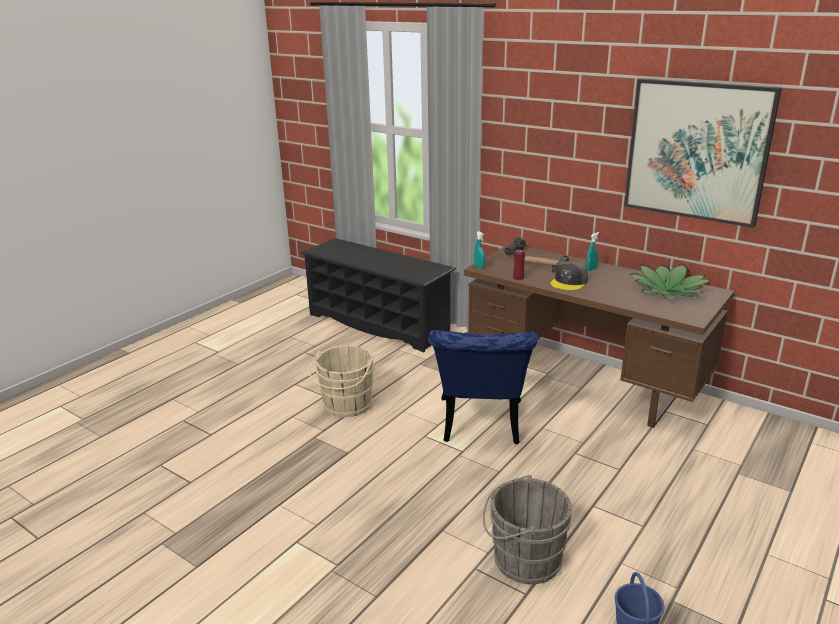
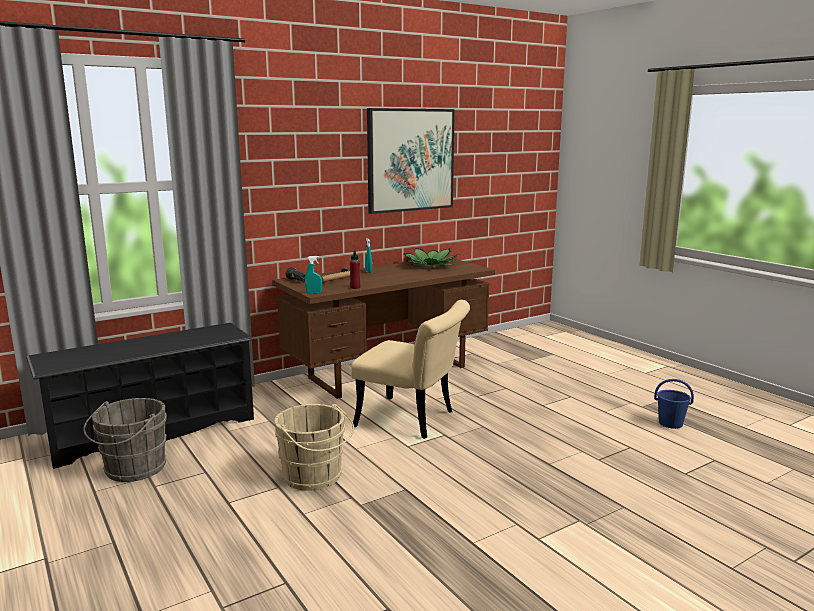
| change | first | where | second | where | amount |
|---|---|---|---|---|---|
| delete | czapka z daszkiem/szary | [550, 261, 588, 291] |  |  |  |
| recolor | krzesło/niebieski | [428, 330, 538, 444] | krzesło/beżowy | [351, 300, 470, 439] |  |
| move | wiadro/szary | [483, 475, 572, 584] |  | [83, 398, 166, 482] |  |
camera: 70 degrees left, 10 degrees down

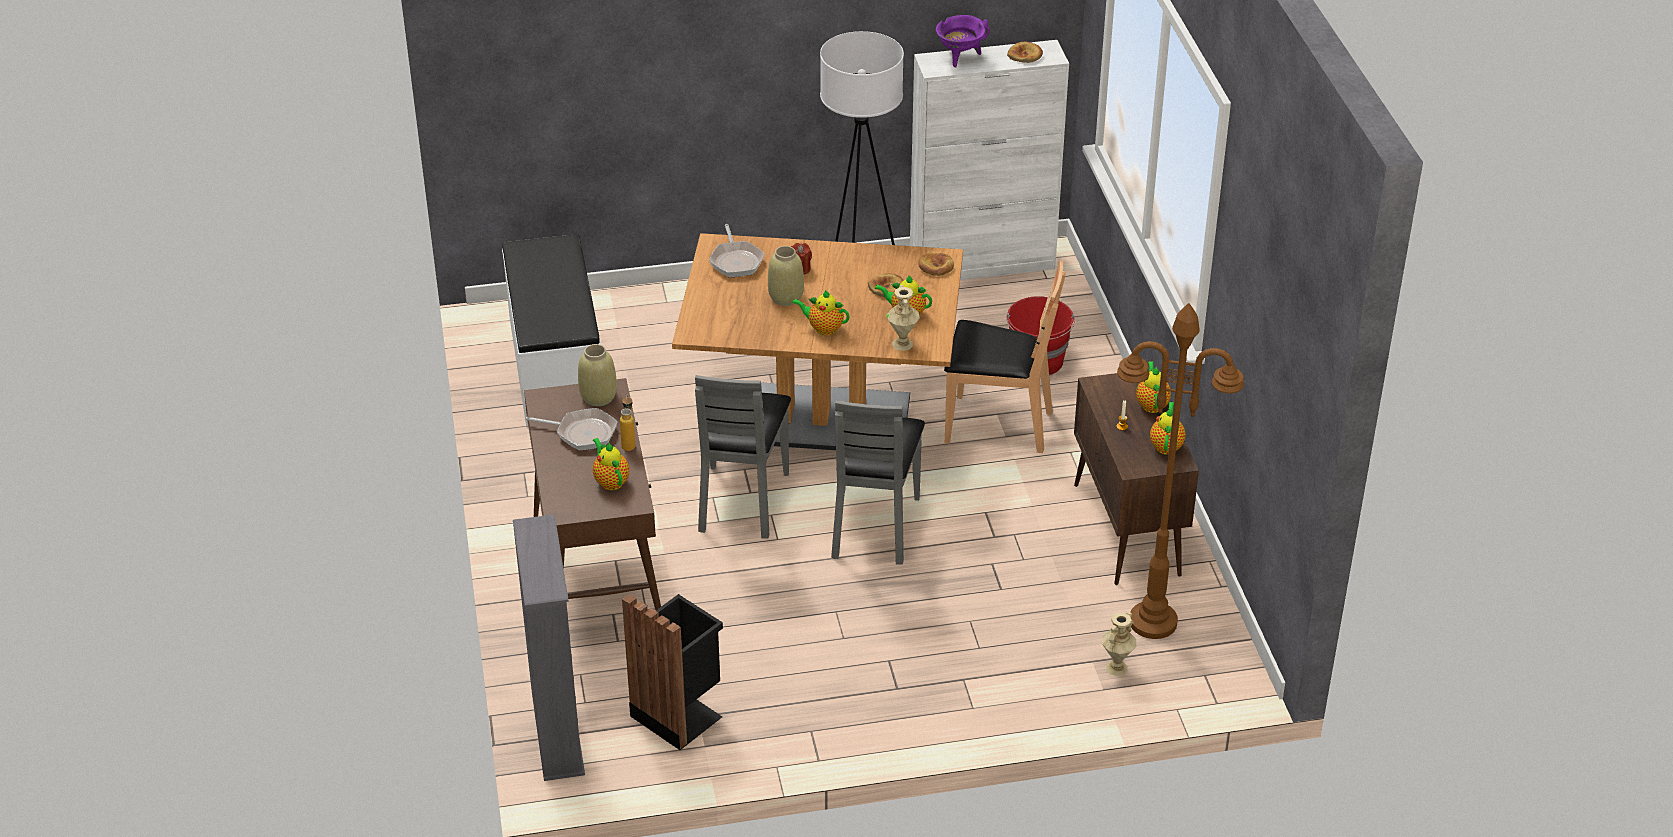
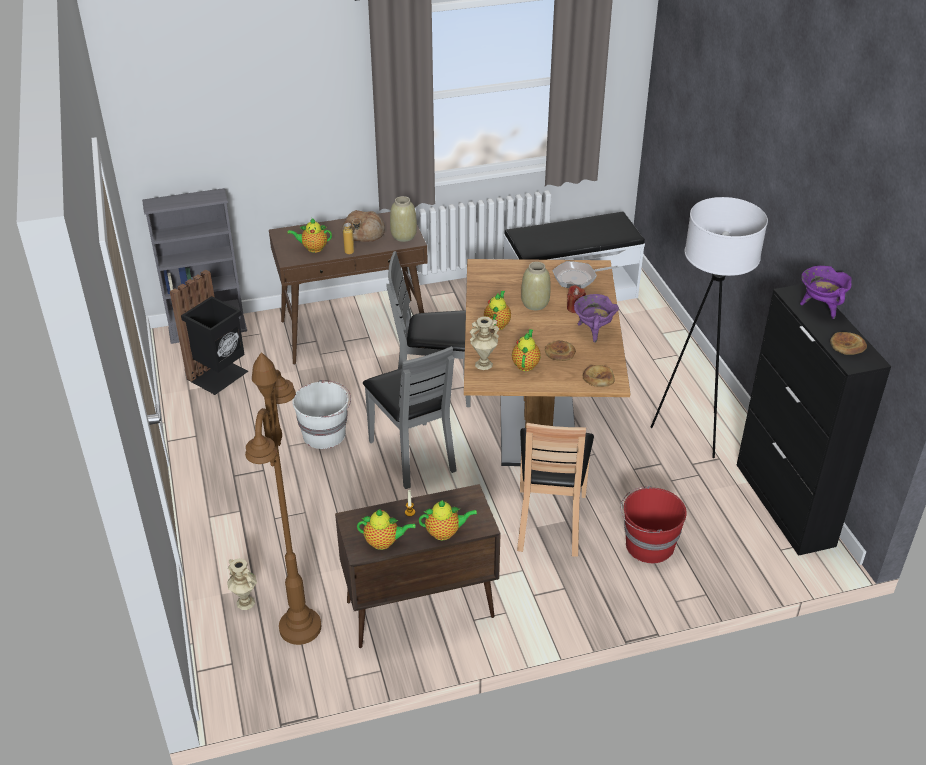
| change | first | where | second | where | amount |
|---|---|---|---|---|---|
| recolor | szafka/biały | [910, 40, 1069, 280] | szafka/czarny | [737, 284, 891, 556] |  |
| rotate | krzesło/szary | [831, 400, 925, 565] |  | [363, 346, 457, 489] | 120 degrees counterclockwise |
| replace | patelnia | [526, 408, 617, 451] | chleb | [342, 210, 385, 242] |  |
| rotate | imbryk | [593, 438, 629, 490] |  | [287, 218, 332, 253] | 150 degrees counterclockwise |
| insert |  |  | garnek/fioletowy | [574, 294, 619, 343] |  |
| insert |  |  | wiadro/biały | [292, 380, 351, 449] |  |
camera: 85 degrees right, 0 degrees up

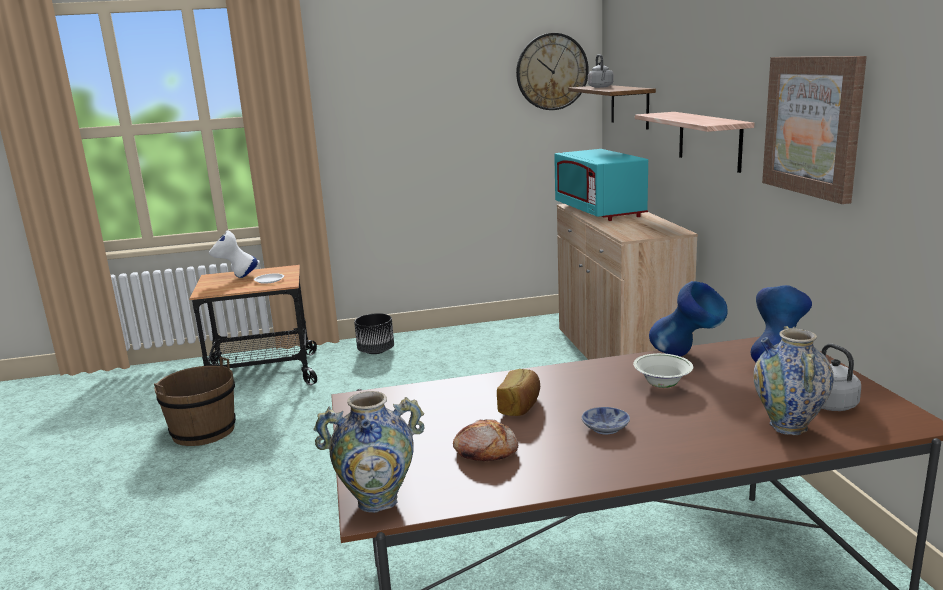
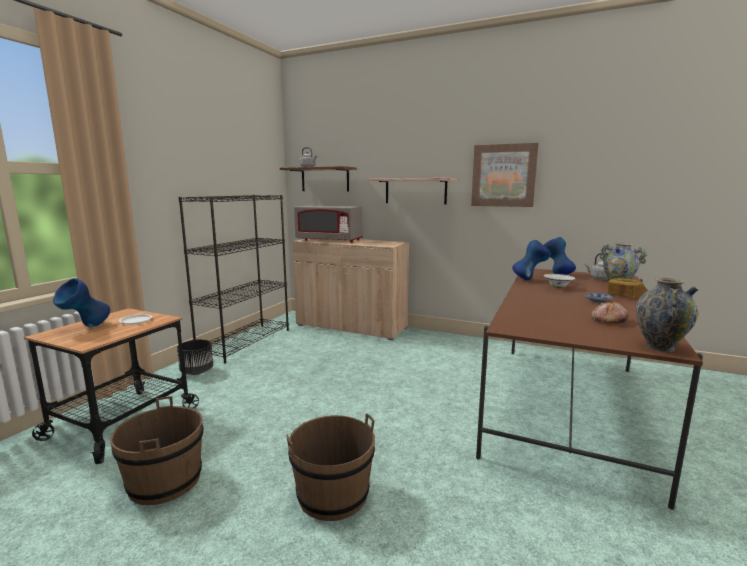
| change | first | where | second | where | amount |
|---|---|---|---|---|---|
| delete | zegar ścienny | [516, 33, 589, 110] |  |  |  |
| recolor | mikrofalówka/turkusowy | [554, 149, 648, 221] | mikrofalówka/szary | [294, 205, 363, 243] |  |
| recolor | wazon/biały | [209, 230, 258, 278] | wazon/niebieski | [53, 278, 110, 327] |  |
| move | chleb | [497, 369, 540, 416] |  | [608, 278, 645, 298] |  |
| insert |  |  | regał/czarny | [178, 195, 289, 363] |  |
| insert |  |  | wiadro/brązowy | [286, 413, 375, 521] |  |
camera: 55 degrees left, 5 degrees down

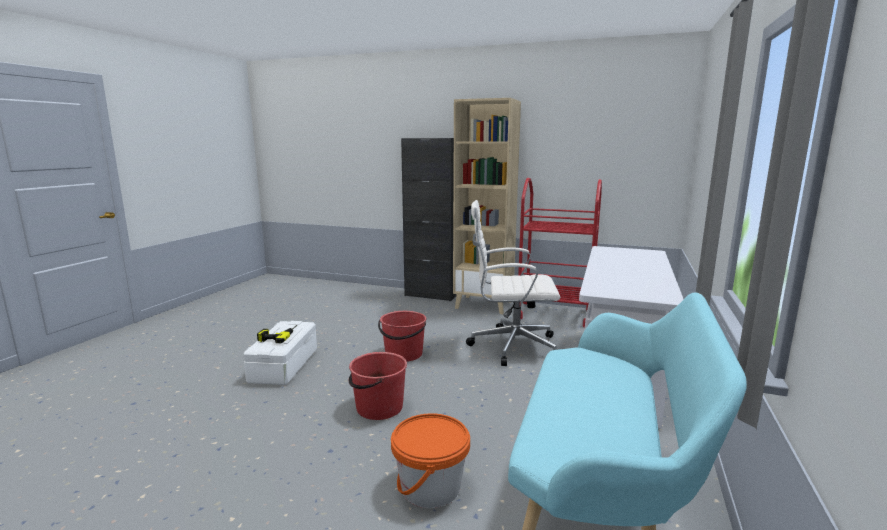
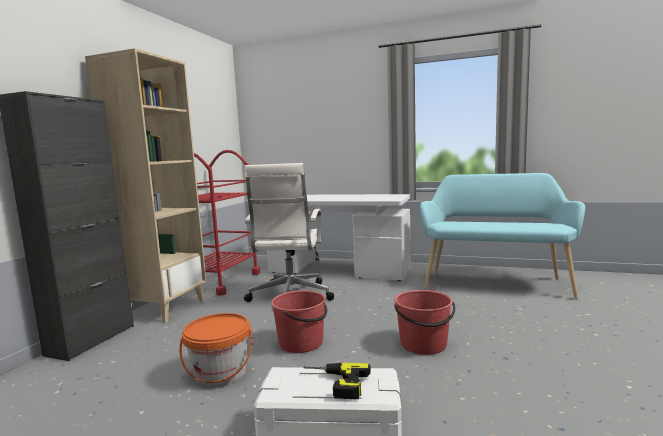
| change | first | where | second | where | amount |
|---|---|---|---|---|---|
| move | wiadro/pomarańczowy | [391, 413, 470, 508] |  | [179, 313, 253, 387] |  |
camera: 90 degrees left, 5 degrees down

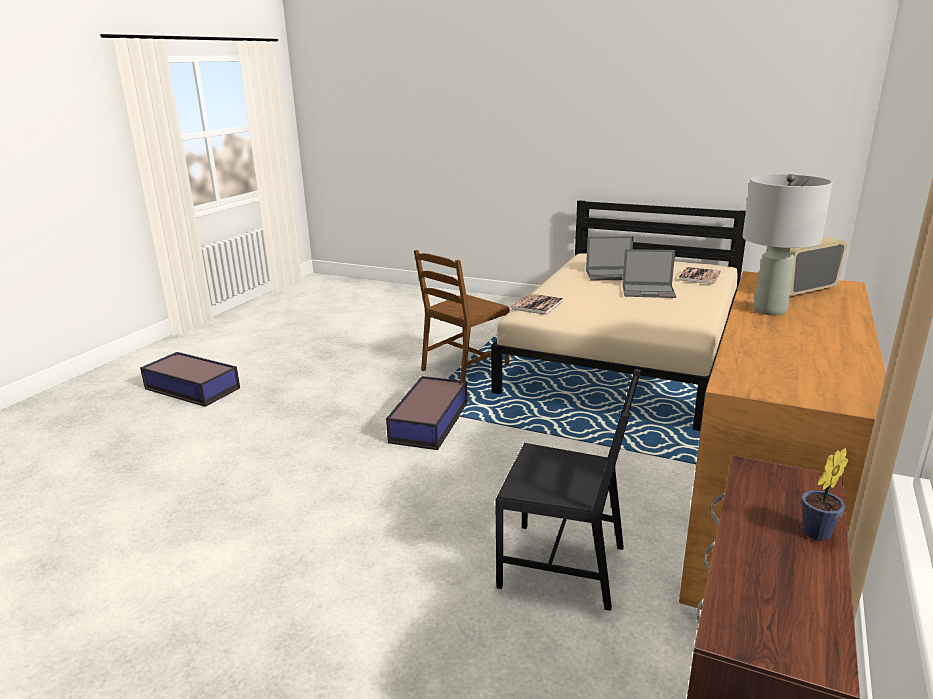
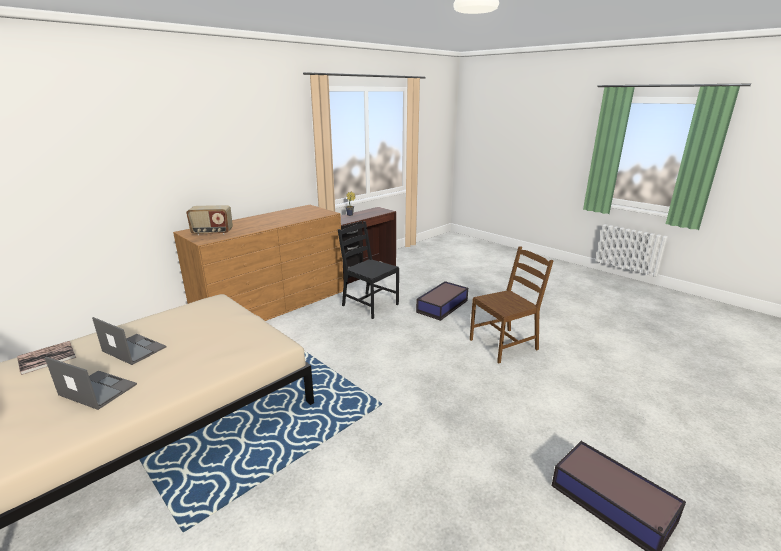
| change | first | where | second | where | amount |
|---|---|---|---|---|---|
| delete | lampa stołowa/szary | [742, 174, 833, 316] |  |  |  |
| move | krzesło/brązowy | [414, 250, 510, 381] |  | [470, 246, 553, 363] |  |
| delete | książka | [511, 294, 563, 315] |  |  |  |
| move | pojemnik do przechowywania | [386, 376, 467, 450] |  | [416, 281, 468, 321] |  |
camera: 160 degrees left, 0 degrees up

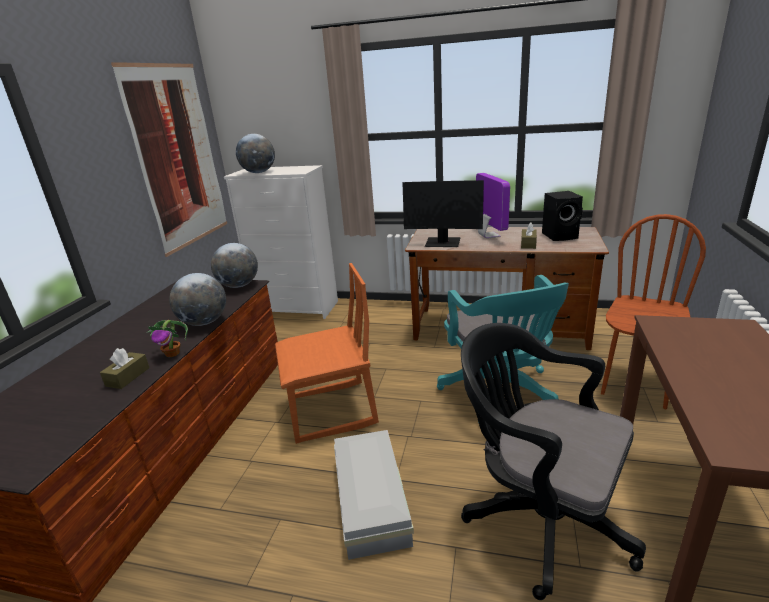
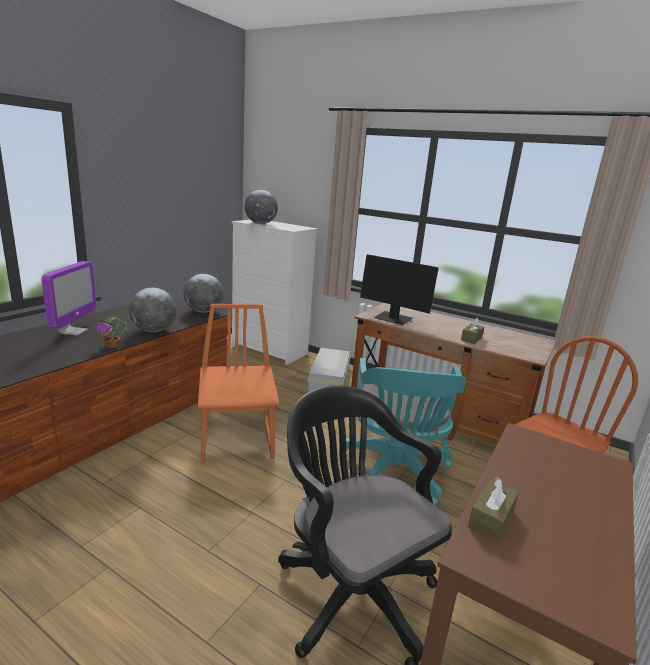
| change | first | where | second | where | amount |
|---|---|---|---|---|---|
| delete | obraz | [111, 62, 227, 257] |  |  |  |
| move | monitor | [476, 173, 510, 239] |  | [42, 261, 96, 336] |  |
| delete | głośnik/czarny | [542, 191, 583, 241] |  |  |  |
| rotate | krzesło/pomarańczowy | [275, 263, 379, 444] |  | [198, 304, 279, 464] | 105 degrees counterclockwise |
| move | pudełko chusteczek/brązowy | [100, 348, 150, 389] |  | [468, 477, 519, 542] |  |
| move | pojemnik do przechowywania/biały | [334, 430, 414, 560] |  | [308, 348, 351, 391] |  |
camera: 15 degrees right, 5 degrees down

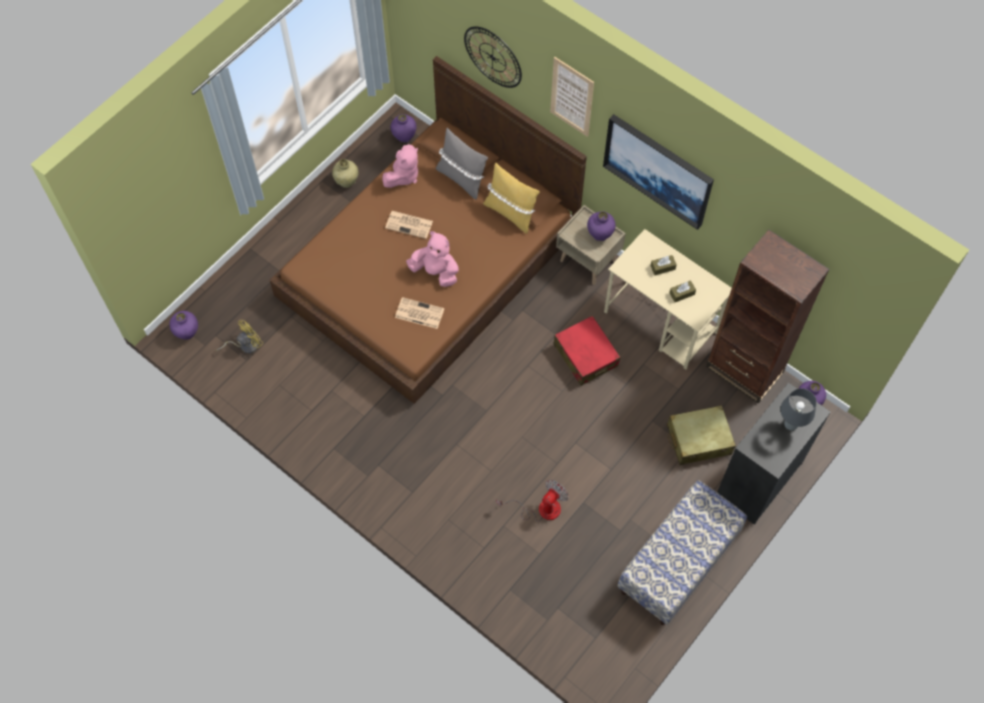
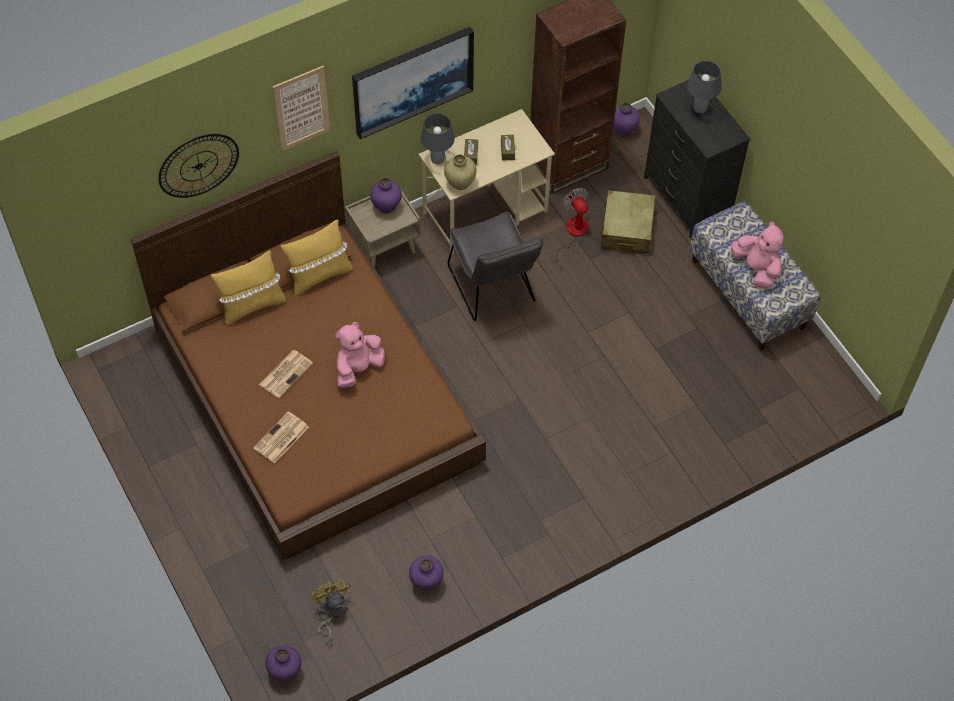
| change | first | where | second | where | amount |
|---|---|---|---|---|---|
| move | wazon/fioletowy | [391, 114, 417, 142] |  | [409, 555, 444, 591] |  |
| recolor | poduszka/szary | [436, 128, 488, 200] | poduszka/żółty | [211, 250, 286, 326] |  |
| move | pluszak/różowy | [382, 144, 418, 188] |  | [731, 221, 784, 289] |  |
| move | wazon/beżowy | [332, 159, 359, 188] |  | [444, 154, 477, 190] |  |
| move | gazeta | [395, 297, 444, 329] |  | [253, 411, 309, 464] |  |
| replace | walizka/czerwony | [553, 316, 620, 386] | krzesło/szary | [447, 212, 544, 321] |  |
| move | wentylator | [496, 480, 569, 522] |  | [555, 188, 589, 262] |  |
| insert |  |  | lampa stołowa/szary | [421, 113, 455, 164] |  |
camera: 70 degrees left, 5 degrees down

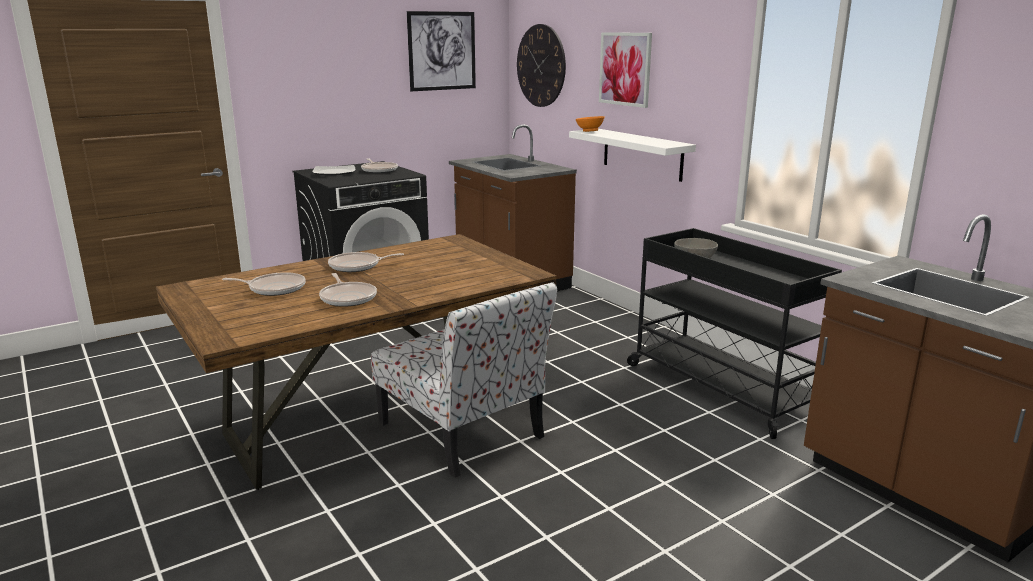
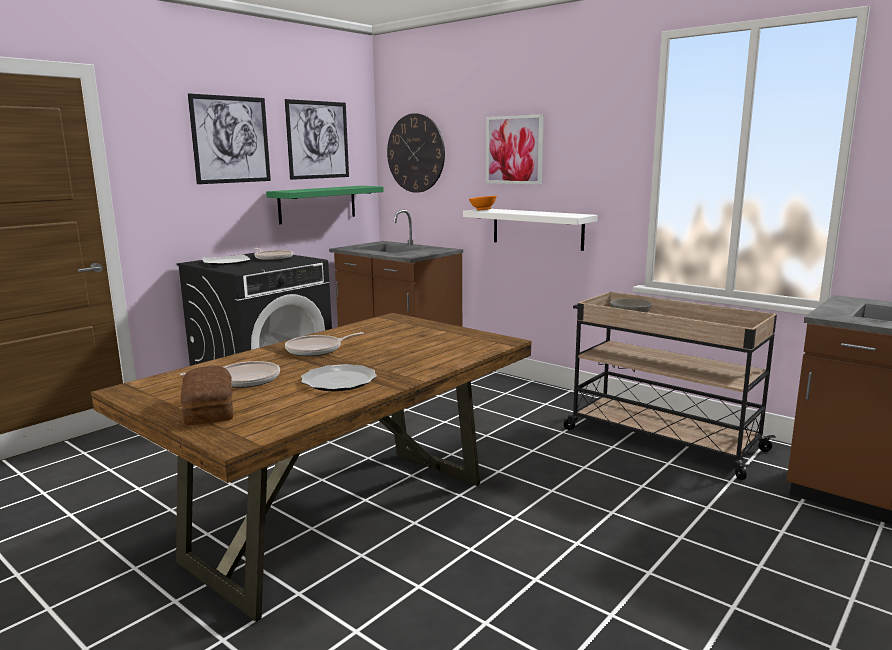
| change | first | where | second | where | amount |
|---|---|---|---|---|---|
| recolor | wózek/czarny | [627, 228, 842, 439] | wózek/beżowy | [563, 291, 777, 480] |  |
| replace | patelnia | [319, 273, 377, 307] | talerz | [301, 364, 377, 391] |  |
| delete | krzesło | [371, 282, 557, 478] |  |  |  |
| insert |  |  | obraz | [188, 94, 271, 184] |  |
| insert |  |  | półka/zielony | [266, 186, 384, 224] |  |
| insert |  |  | chleb | [181, 365, 234, 425] |  |
camera: 15 degrees left, 5 degrees down

